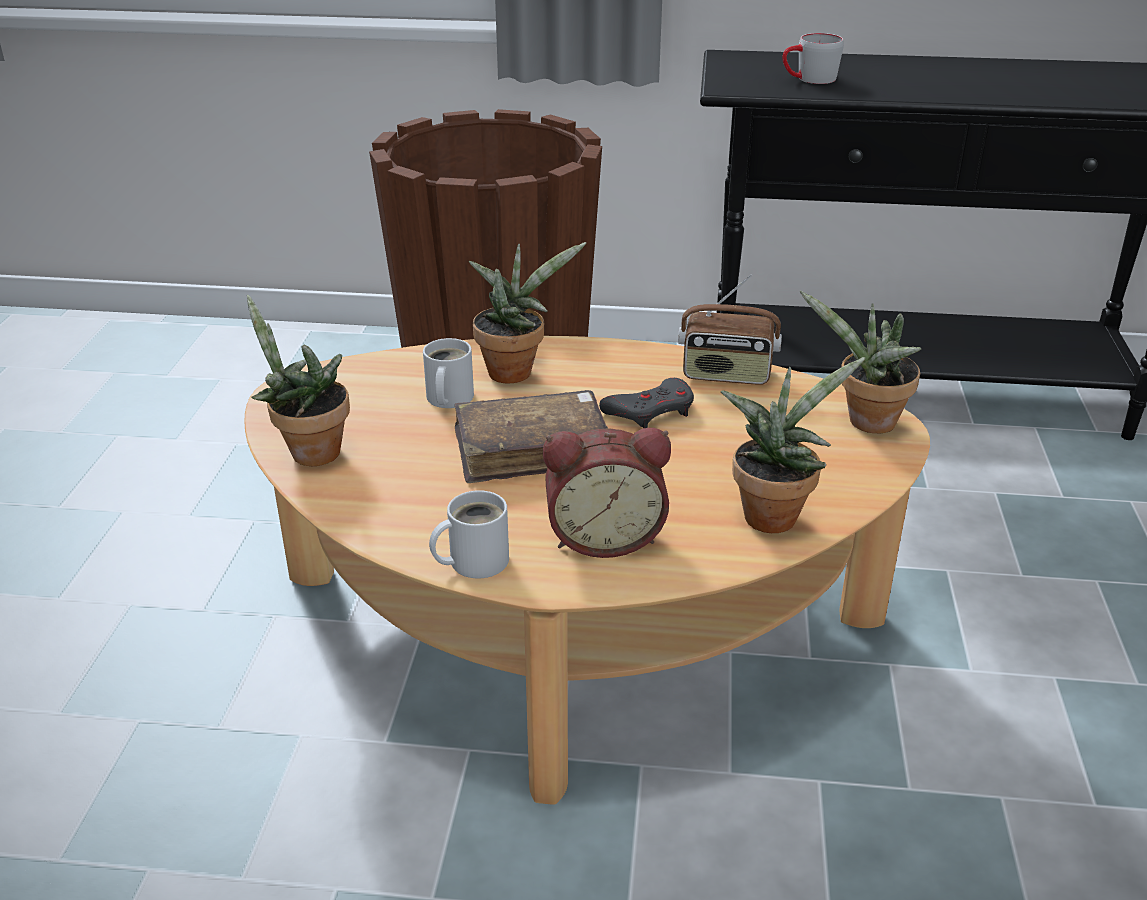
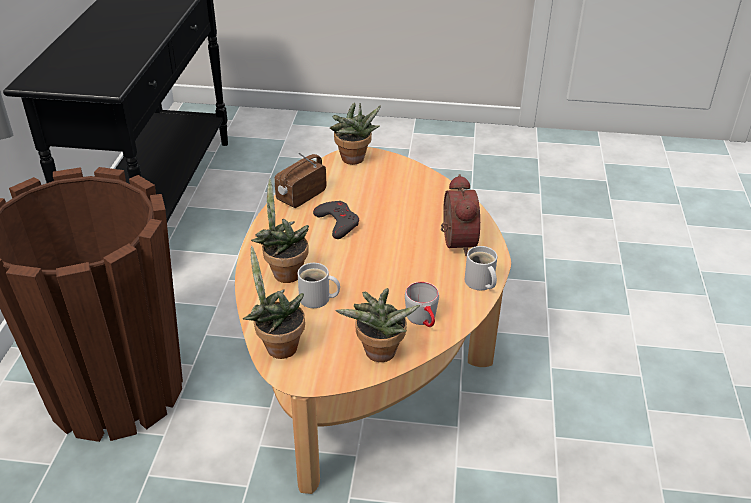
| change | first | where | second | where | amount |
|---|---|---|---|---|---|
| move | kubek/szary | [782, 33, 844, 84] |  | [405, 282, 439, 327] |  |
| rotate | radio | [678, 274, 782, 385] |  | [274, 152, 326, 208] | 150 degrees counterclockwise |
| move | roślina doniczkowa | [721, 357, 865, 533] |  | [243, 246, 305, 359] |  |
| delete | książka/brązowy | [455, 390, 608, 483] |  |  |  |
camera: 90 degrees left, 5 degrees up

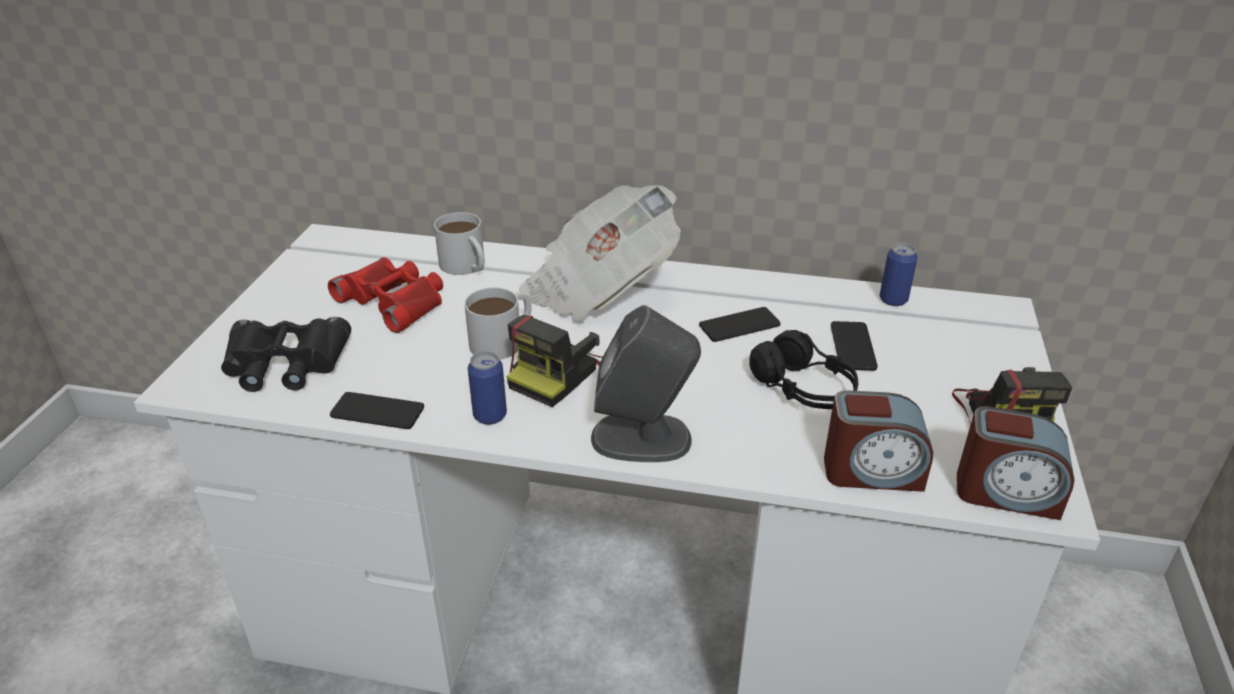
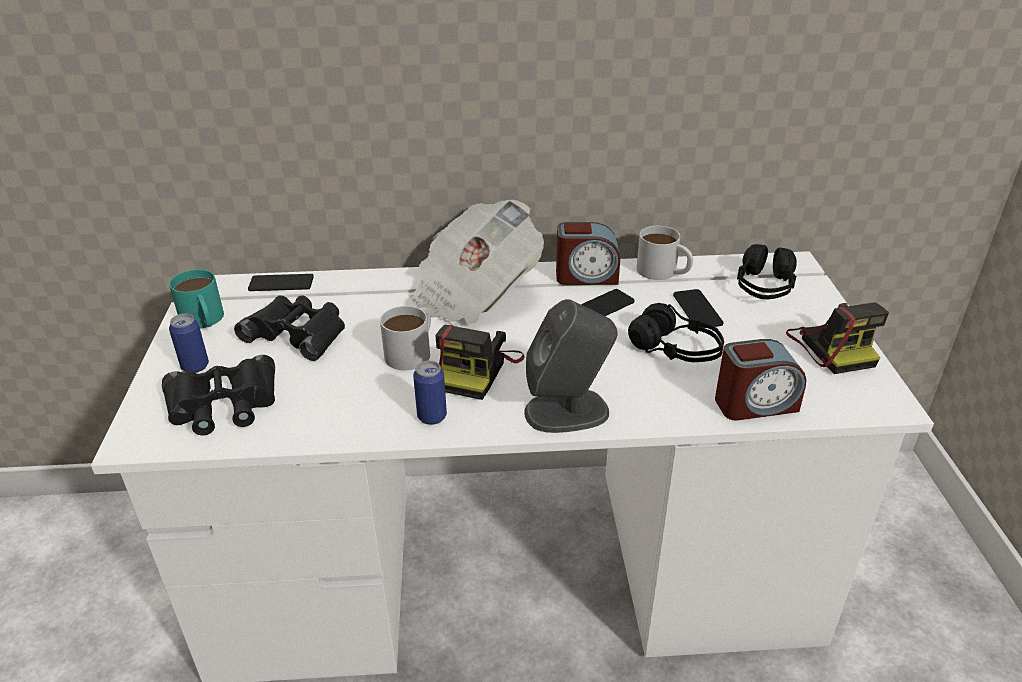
| change | first | where | second | where | amount |
|---|---|---|---|---|---|
| move | kubek/biały | [434, 212, 485, 275] |  | [636, 226, 693, 280] |  |
| move | puszka | [880, 243, 918, 306] |  | [169, 313, 209, 373] |  |
| recolor | lornetka/czerwony | [328, 257, 443, 333] | lornetka/czarny | [234, 295, 345, 361] |  |
| move | telefon | [330, 392, 424, 429] |  | [248, 274, 314, 291] |  |
| move | budzik | [957, 406, 1074, 520] |  | [556, 222, 620, 285] |  |
| insert |  |  | słuchawki/czarny | [737, 244, 797, 299] |  |
| insert |  |  | kubek/turkusowy | [169, 269, 224, 329] |  |
camera: 15 degrees left, 0 degrees up

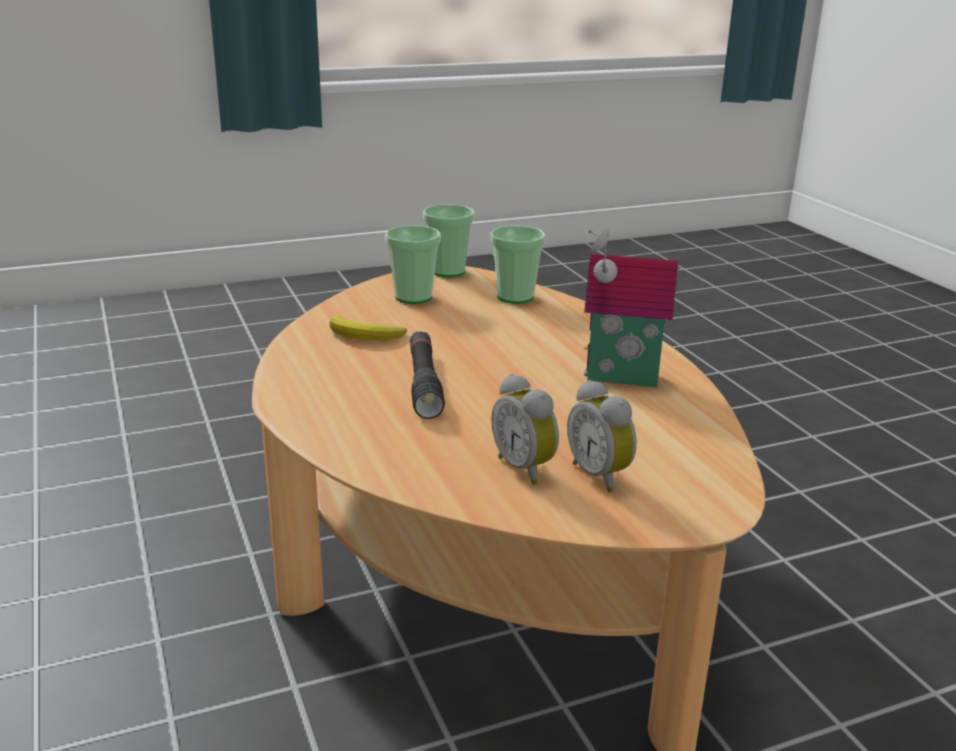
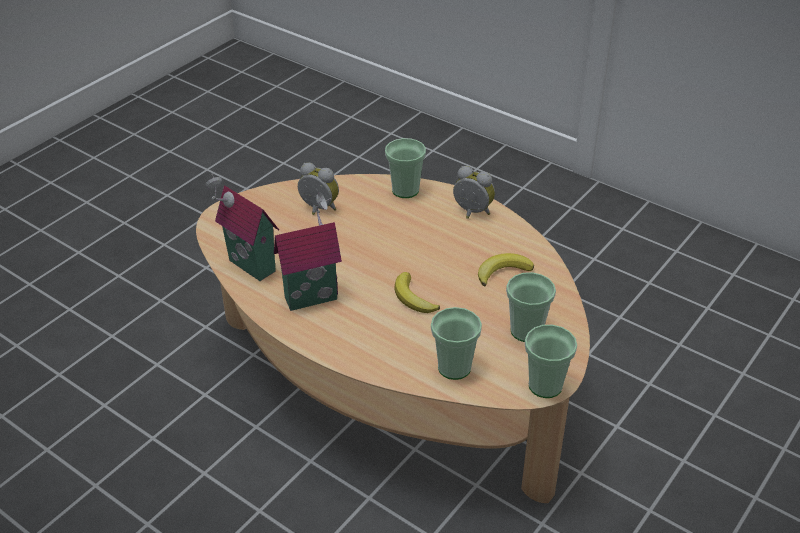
| change | first | where | second | where | amount |
|---|---|---|---|---|---|
| delete | latarka/czarny | [410, 331, 445, 419] |  |  |  |
| move | budzik | [567, 380, 637, 493] |  | [453, 166, 495, 219] |  |
| insert |  |  | filiżanka | [385, 138, 426, 198] |  |
| insert |  |  | domek | [205, 174, 279, 281] |  |
| insert |  |  | banan | [395, 272, 440, 313] |  |
camera: 150 degrees right, 15 degrees up

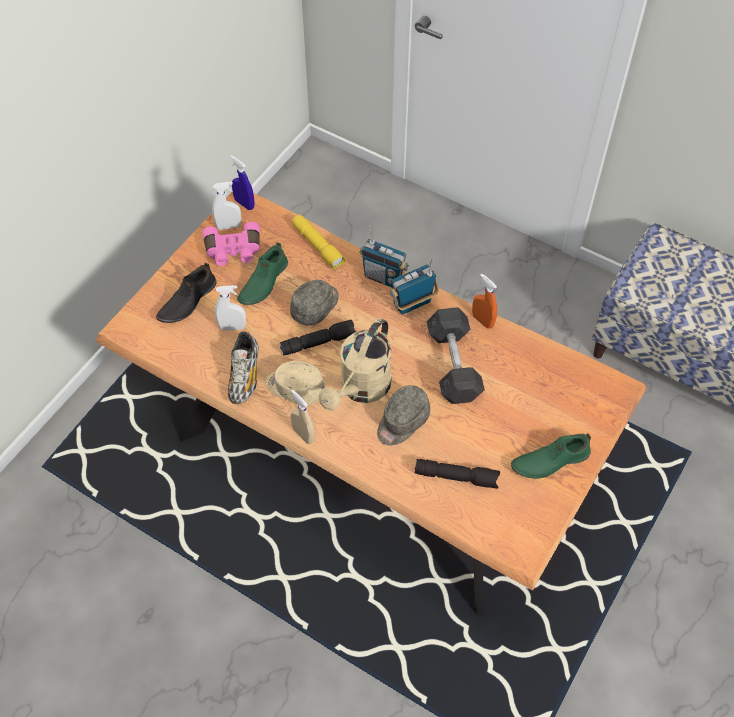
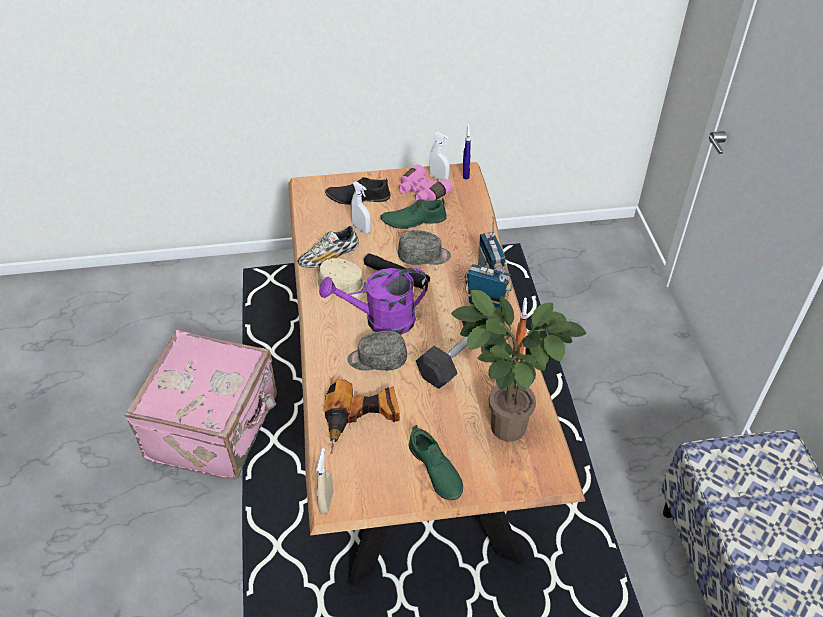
| change | first | where | second | where | amount |
|---|---|---|---|---|---|
| delete | latarka/żółty | [293, 215, 346, 270] |  |  |  |
| recolor | konewka/beżowy | [319, 318, 392, 411] | konewka/fioletowy | [319, 268, 428, 335] |  |
| rotate | czapka z daszkiem/beżowy | [266, 361, 325, 405] |  | [318, 258, 367, 299] | 120 degrees clockwise |
| move | spryskiwacz/beżowy | [291, 390, 315, 444] |  | [316, 448, 333, 514] |  |
| rotate | but/zielony | [511, 433, 591, 479] |  | [409, 425, 463, 500] | 150 degrees counterclockwise |
| replace | latarka/czarny | [414, 459, 500, 489] | wiertarka | [324, 380, 400, 454] |  |
| insert |  |  | roślina doniczkowa | [451, 290, 586, 442] |  |
| insert |  |  | walizka/różowy | [124, 330, 277, 480] |  |
camera: 50 degrees right, 10 degrees down

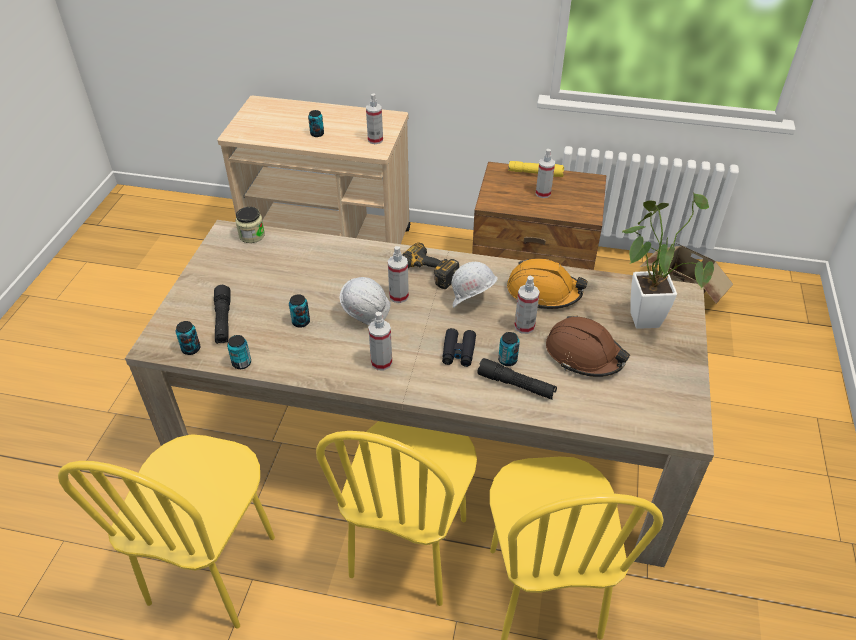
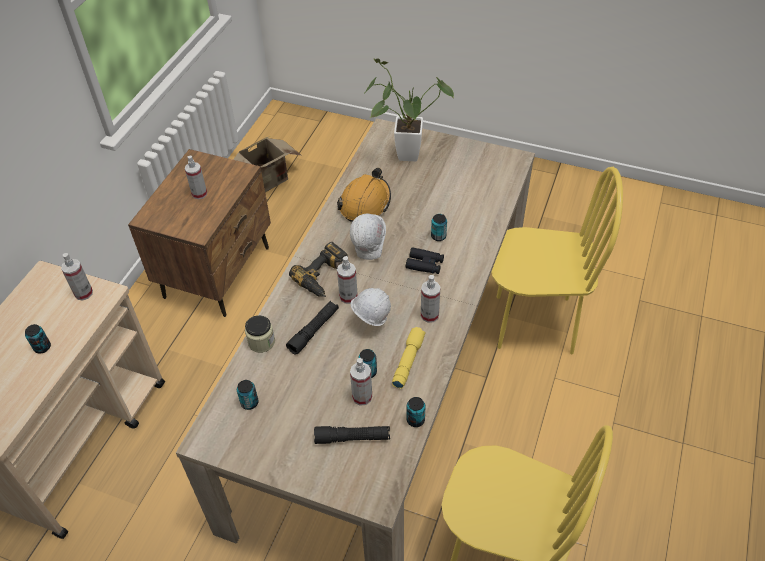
| change | first | where | second | where | amount |
|---|---|---|---|---|---|
| move | latarka/żółty | [508, 161, 564, 177] |  | [392, 327, 426, 389] |  |
| move | słoik | [235, 207, 265, 243] |  | [245, 315, 275, 353] |  |
| move | spryskiwacz | [514, 276, 540, 334] |  | [350, 358, 372, 406] |  |
| delete | kask/brązowy | [546, 315, 630, 377] |  |  |  |
| move | puszka | [176, 321, 201, 355] |  | [237, 380, 259, 410] |  |
| move | latarka/czarny | [477, 358, 557, 399] |  | [286, 301, 339, 355] |  |
| delete | krzesło/żółty | [316, 421, 477, 606] |  |  |  |
camera: 80 degrees left, 5 degrees up

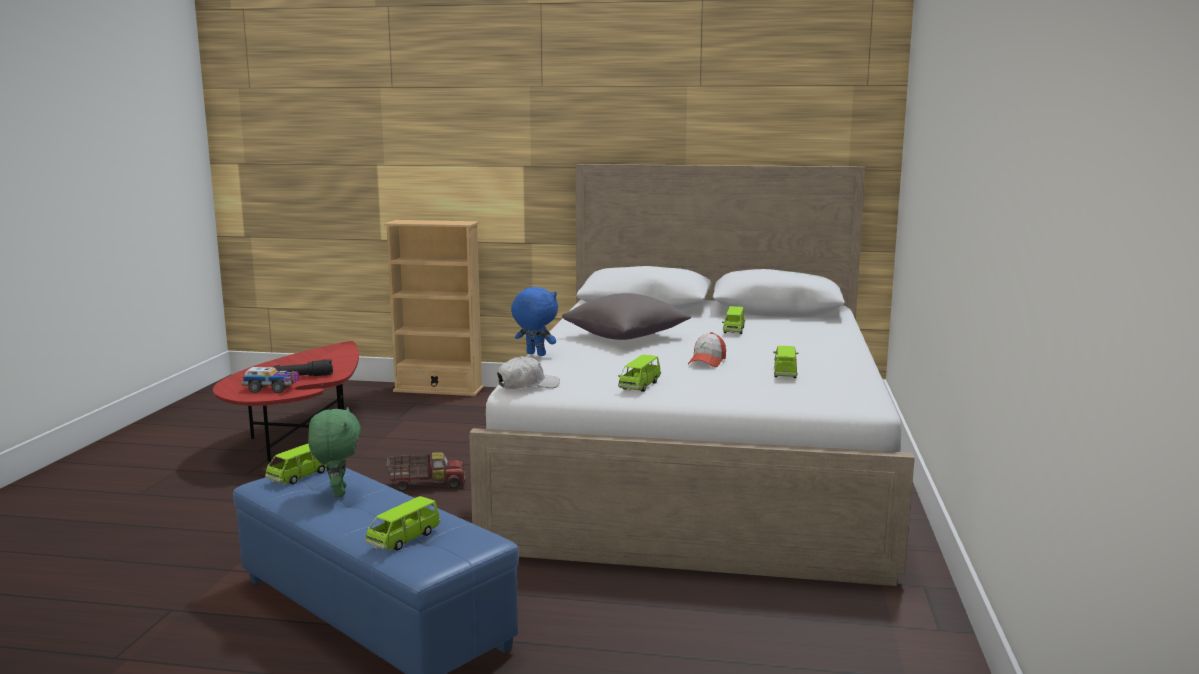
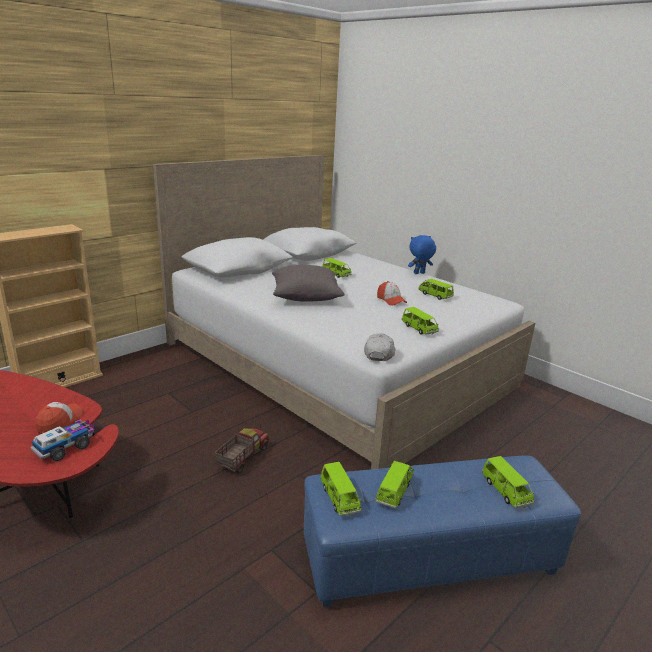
| change | first | where | second | where | amount |
|---|---|---|---|---|---|
| move | pluszak/niebieski | [511, 287, 558, 356] |  | [408, 235, 436, 274] |  |
| replace | latarka/czarny | [273, 359, 333, 376] | czapka z daszkiem | [35, 402, 83, 434] |  |
| replace | pluszak/zielony | [308, 407, 361, 497] | samochodzik/zielony | [375, 461, 414, 509] |  |
camera: 55 degrees left, 10 degrees up

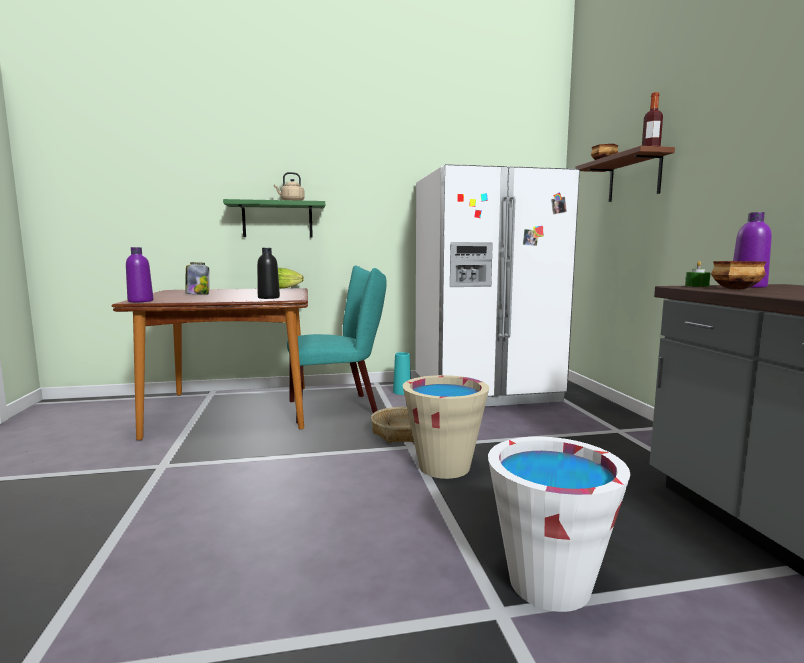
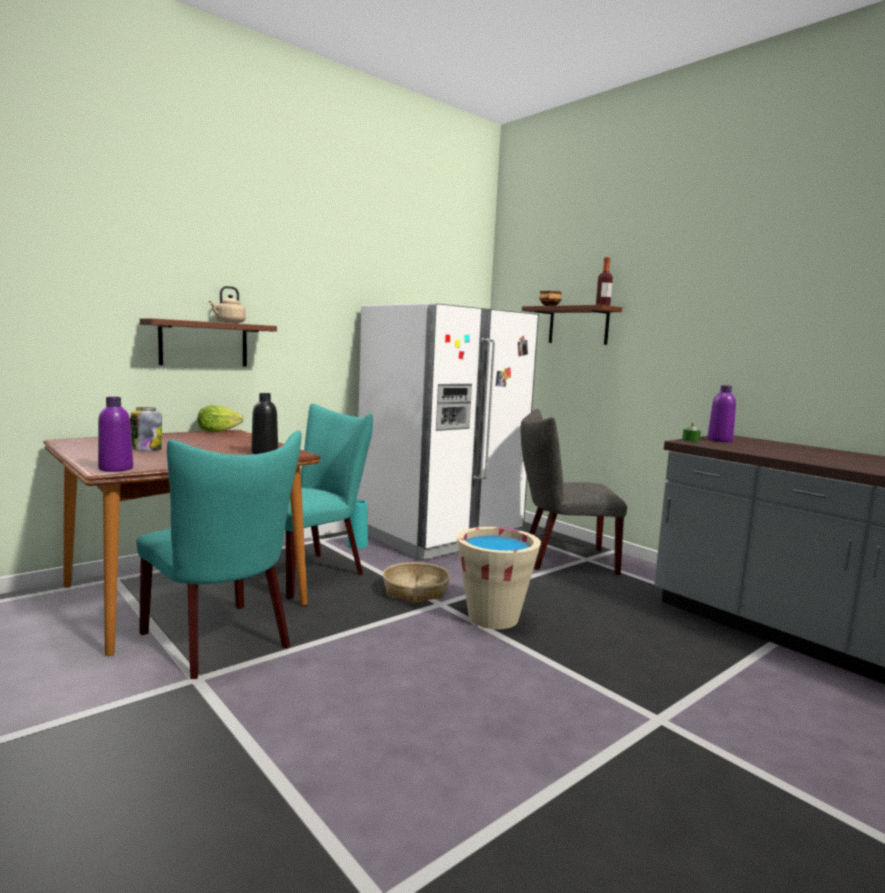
| change | first | where | second | where | amount |
|---|---|---|---|---|---|
| recolor | półka/zielony | [223, 199, 325, 238] | półka/brązowy | [140, 318, 277, 366] |  |
| delete | miska | [711, 261, 766, 289] |  |  |  |
| delete | wiadro/biały | [488, 437, 631, 612] |  |  |  |
| insert |  |  | krzesło/szary | [520, 409, 627, 575] |  |
| insert |  |  | krzesło/turkusowy | [137, 430, 301, 679] |  |
camera: 30 degrees left, 0 degrees up

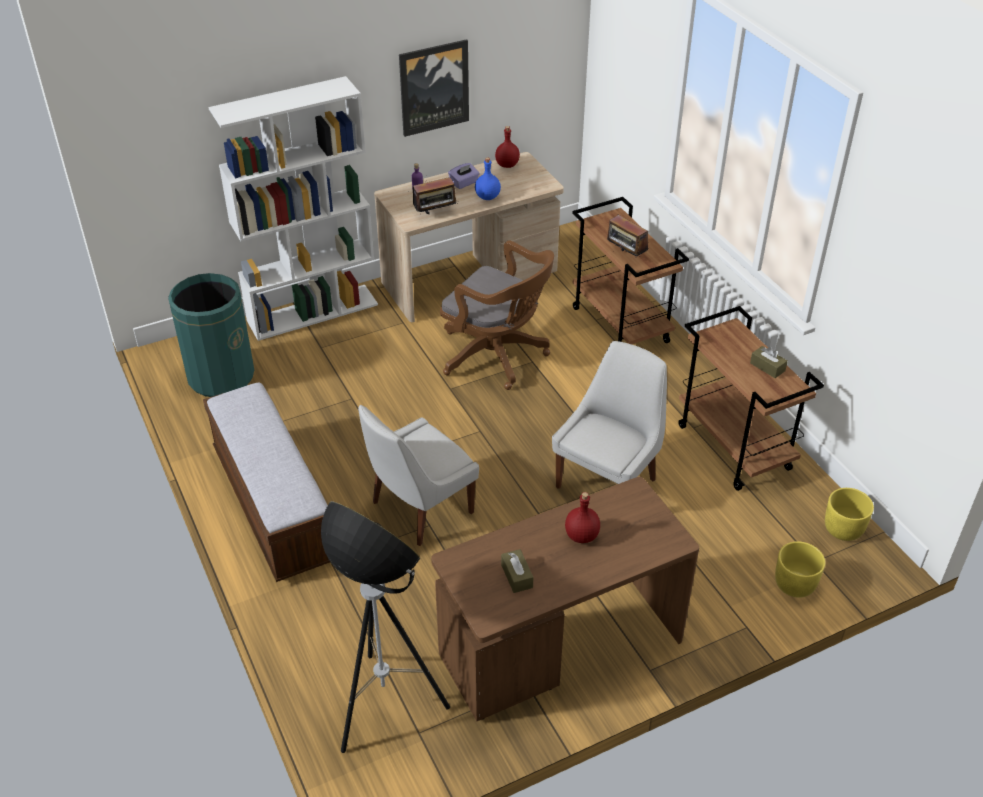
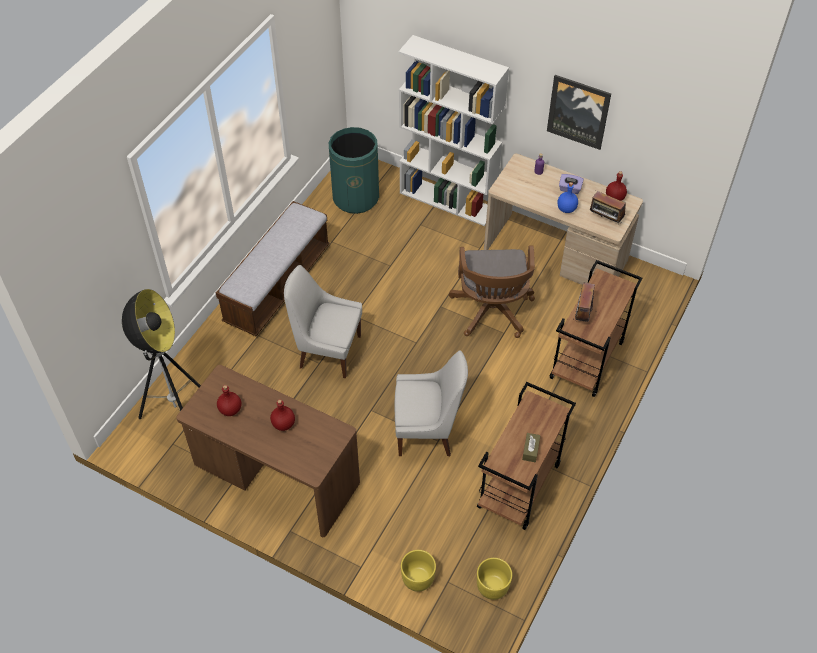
| change | first | where | second | where | amount |
|---|---|---|---|---|---|
| move | radio | [408, 177, 458, 215] |  | [590, 191, 626, 224] |  |
| replace | pudełko chusteczek/brązowy | [501, 549, 533, 593] | butelka/czerwony | [217, 385, 242, 416] |  |
camera: 55 degrees right, 10 degrees up

